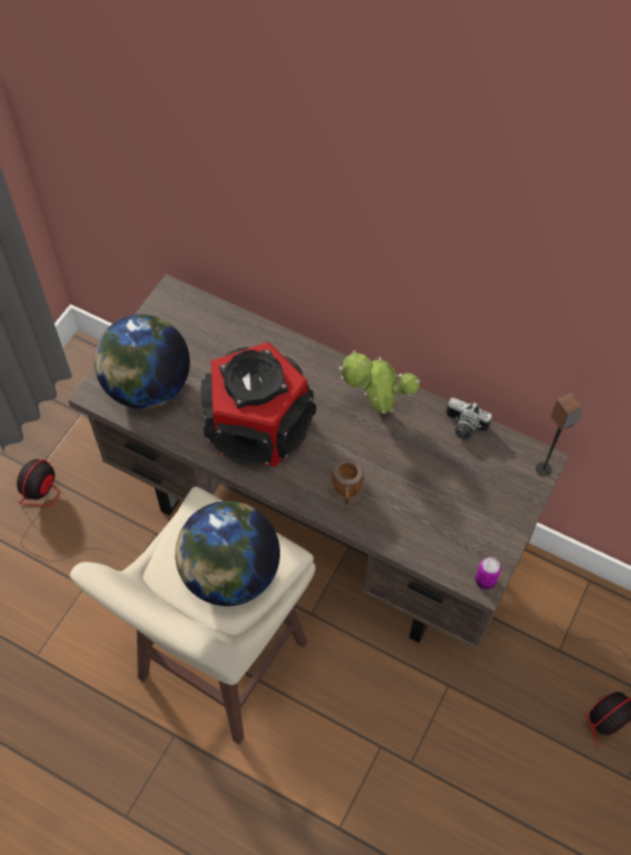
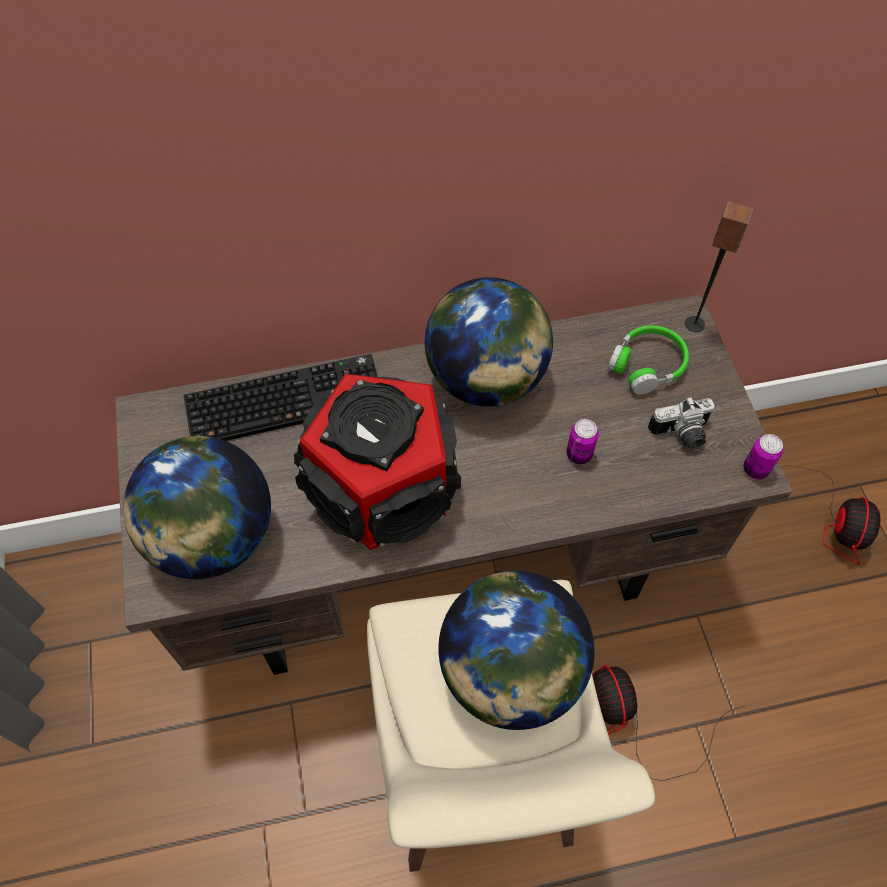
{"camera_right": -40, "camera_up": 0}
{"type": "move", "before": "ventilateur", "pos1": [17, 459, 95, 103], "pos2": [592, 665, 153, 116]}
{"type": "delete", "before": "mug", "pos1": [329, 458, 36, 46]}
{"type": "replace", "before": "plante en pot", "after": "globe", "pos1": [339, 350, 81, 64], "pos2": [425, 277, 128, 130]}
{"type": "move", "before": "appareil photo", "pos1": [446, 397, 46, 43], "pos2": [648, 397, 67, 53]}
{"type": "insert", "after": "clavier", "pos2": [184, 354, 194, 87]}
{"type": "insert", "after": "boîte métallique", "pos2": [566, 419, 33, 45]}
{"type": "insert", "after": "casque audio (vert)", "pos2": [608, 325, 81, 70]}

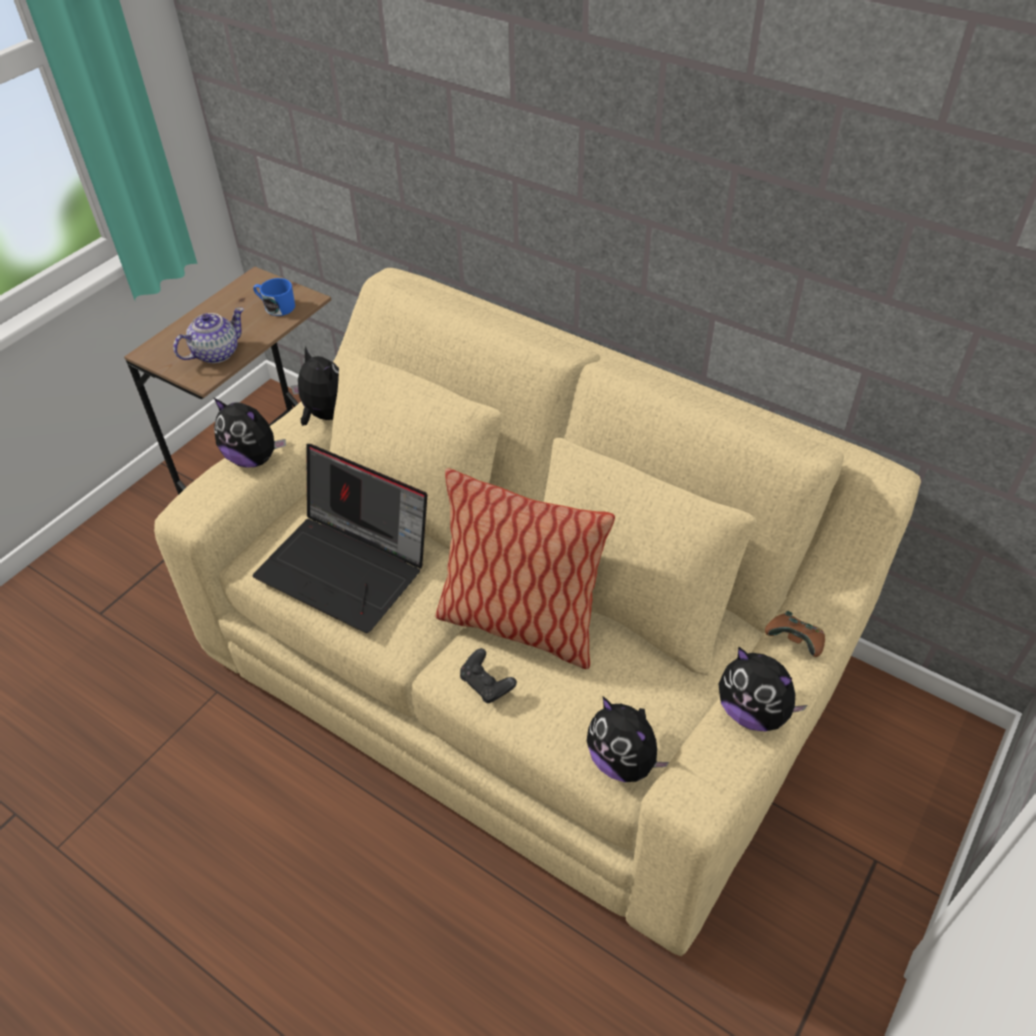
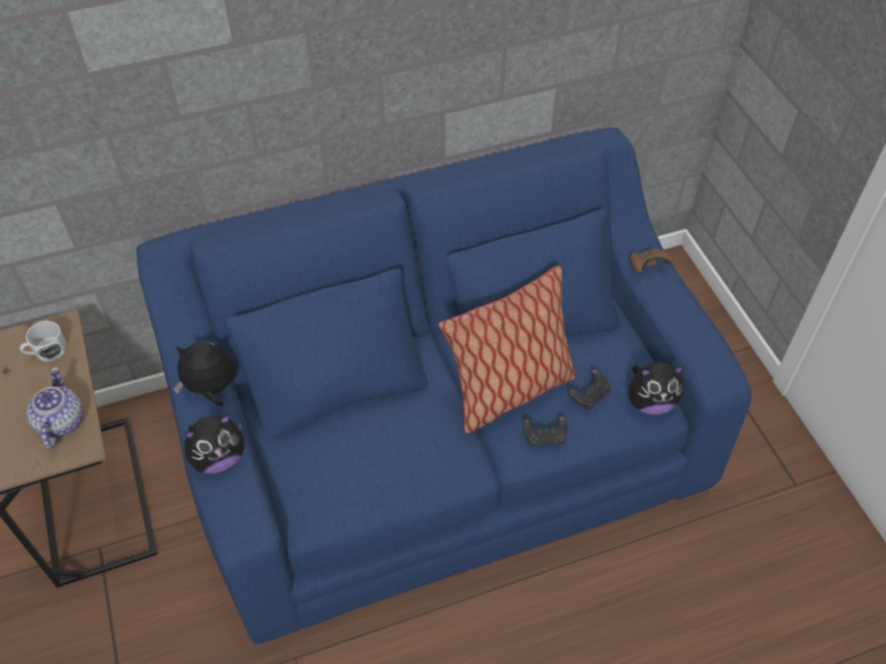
{"camera_right": -55, "camera_up": 5}
{"type": "recolor", "before": "canapé (beige)", "after": "canapé (bleu)", "pos1": [154, 268, 767, 688], "pos2": [136, 128, 616, 516]}
{"type": "recolor", "before": "mug (bleu)", "after": "mug (blanc)", "pos1": [253, 278, 42, 38], "pos2": [20, 321, 47, 40]}
{"type": "delete", "before": "ordinateur portable", "pos1": [253, 444, 174, 189]}
{"type": "delete", "before": "peluche", "pos1": [718, 647, 90, 84]}
{"type": "insert", "after": "manette (noir)", "pos2": [568, 369, 42, 40]}

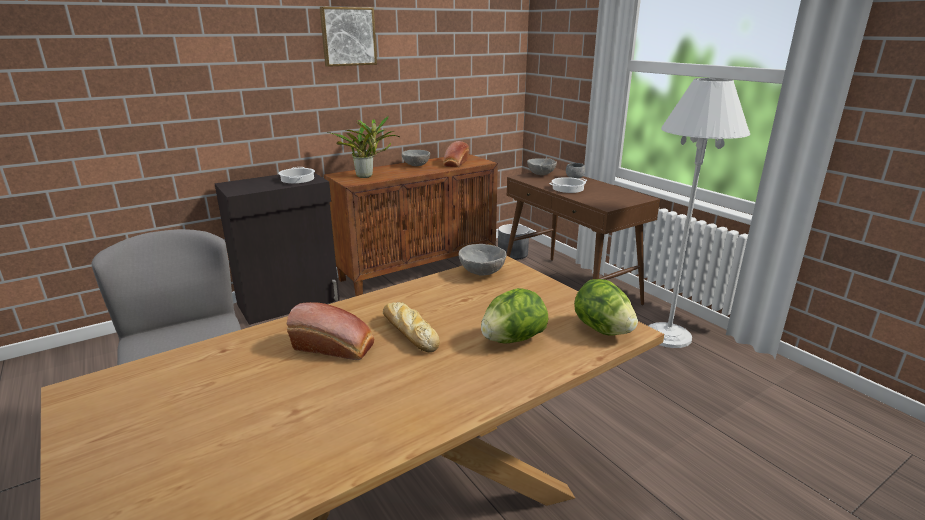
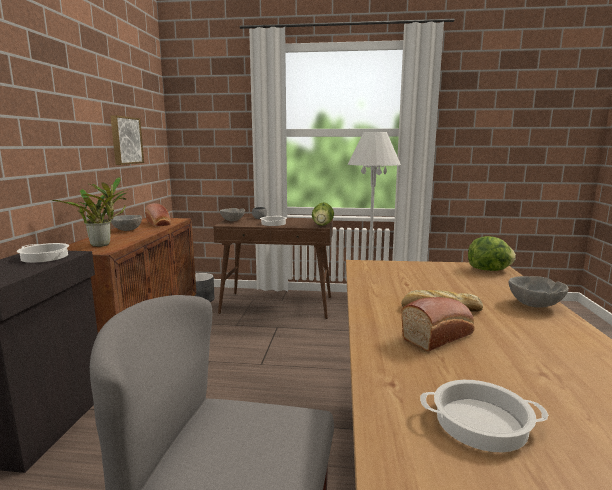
{"camera_right": -50, "camera_up": -10}
{"type": "move", "before": "tableau", "pos1": [320, 7, 57, 60], "pos2": [111, 115, 33, 50]}
{"type": "move", "before": "bol (gris)", "pos1": [459, 244, 48, 31], "pos2": [508, 276, 61, 32]}
{"type": "move", "before": "laitue", "pos1": [481, 288, 67, 55], "pos2": [312, 202, 22, 24]}
{"type": "insert", "after": "marmite", "pos2": [420, 380, 129, 72]}

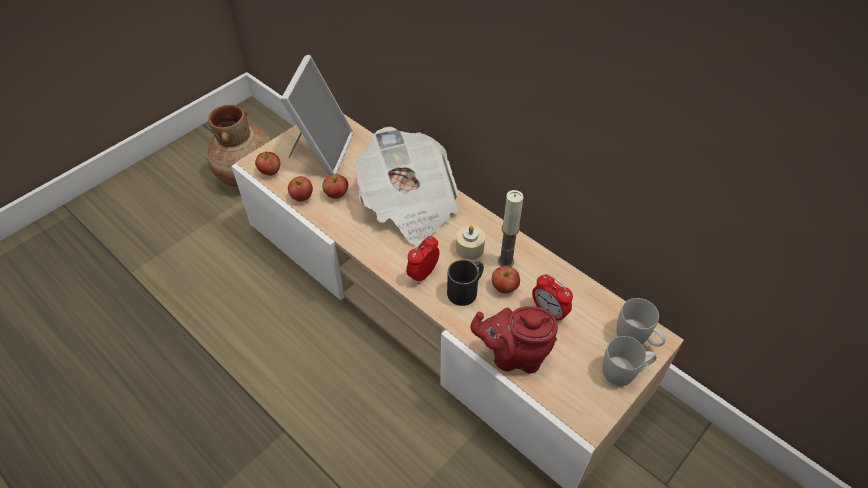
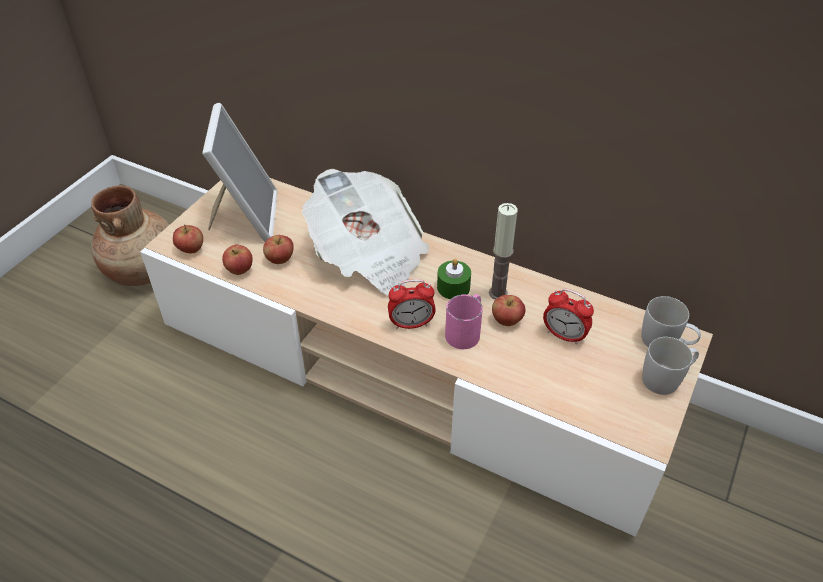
{"camera_right": -15, "camera_up": -5}
{"type": "rotate", "before": "réveil", "pos1": [406, 235, 33, 49], "pos2": [388, 279, 48, 50], "turn": -120}
{"type": "recolor", "before": "mug (noir)", "after": "mug (rose)", "pos1": [447, 260, 37, 46], "pos2": [445, 294, 38, 55]}
{"type": "recolor", "before": "bougie (beige)", "after": "bougie (vert)", "pos1": [456, 225, 29, 35], "pos2": [437, 258, 34, 41]}
{"type": "delete", "before": "théière (rouge)", "pos1": [470, 306, 88, 68]}

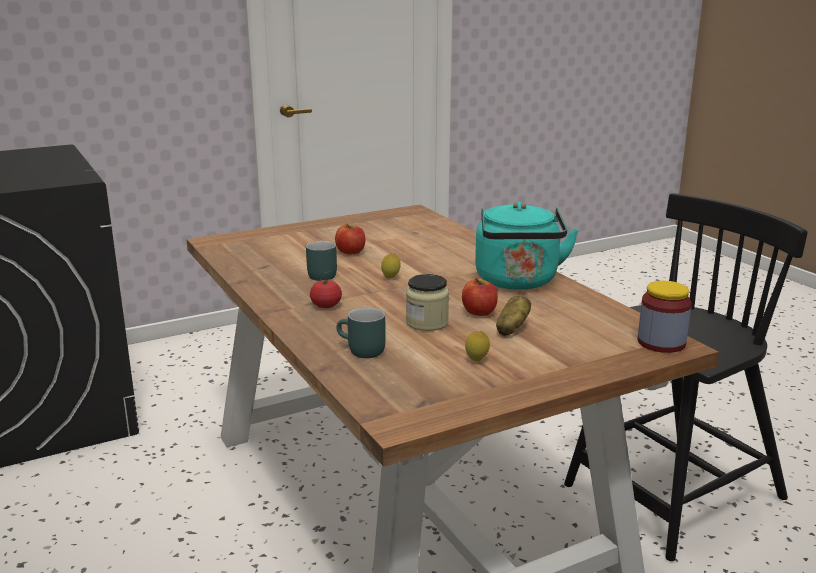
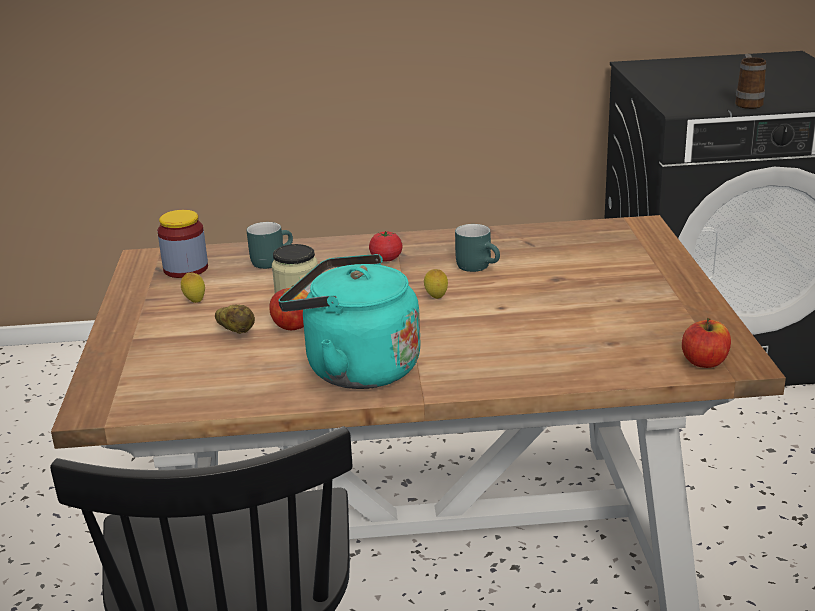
{"camera_right": 115, "camera_up": 5}
{"type": "move", "before": "pomme", "pos1": [335, 223, 30, 31], "pos2": [682, 318, 49, 50]}
{"type": "move", "before": "bocal", "pos1": [638, 281, 54, 72], "pos2": [157, 210, 51, 68]}
{"type": "insert", "after": "mug", "pos2": [735, 54, 31, 55]}

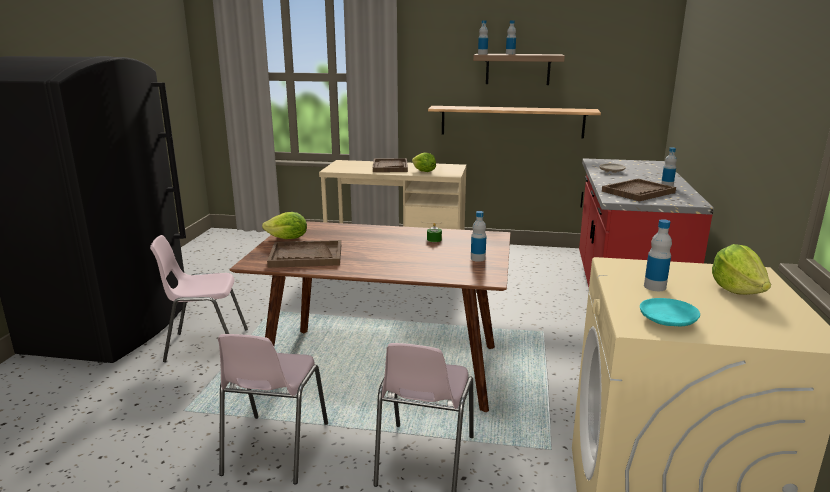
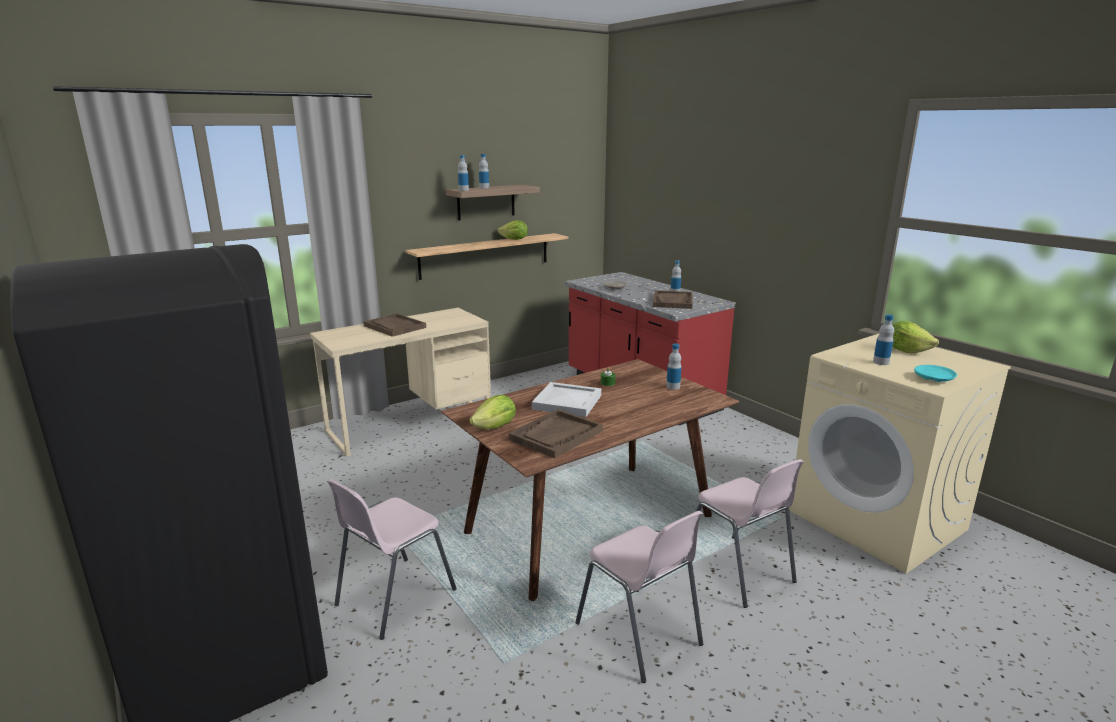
{"camera_right": -45, "camera_up": 0}
{"type": "move", "before": "laitue", "pos1": [412, 153, 24, 19], "pos2": [497, 220, 31, 20]}
{"type": "insert", "after": "plateau (blanc)", "pos2": [532, 382, 69, 35]}

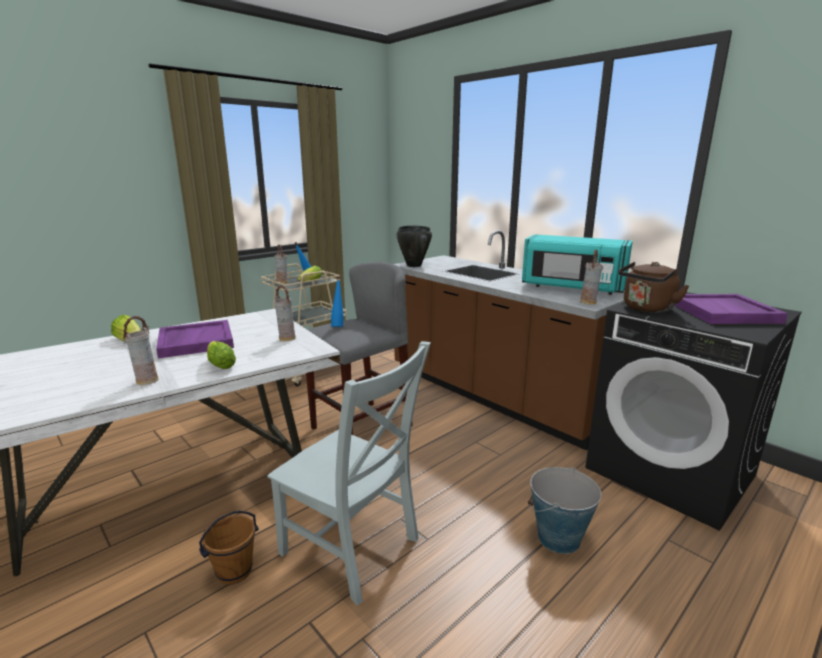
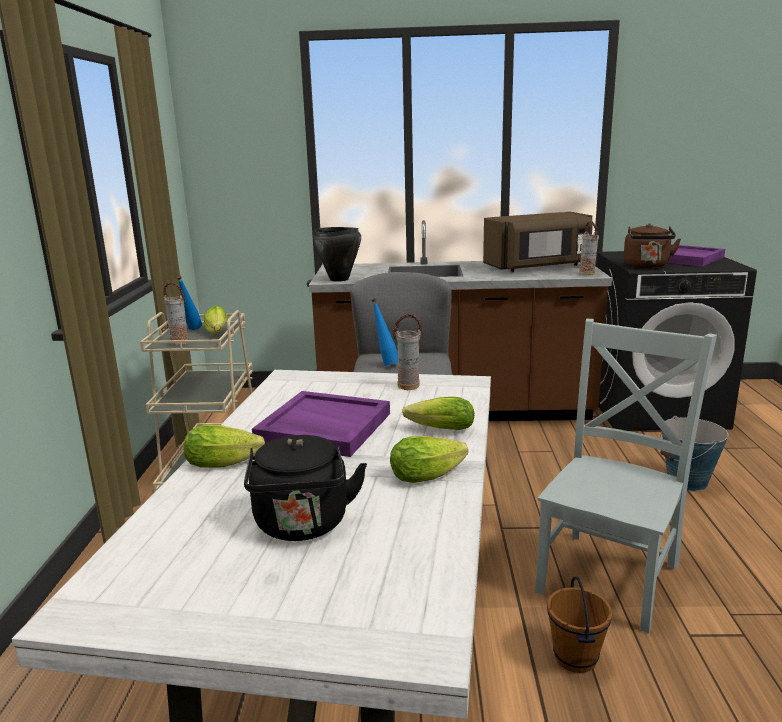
{"camera_right": -45, "camera_up": 0}
{"type": "replace", "before": "vase", "after": "laitue", "pos1": [123, 316, 36, 69], "pos2": [390, 436, 78, 47]}
{"type": "rotate", "before": "chaise (gris)", "pos1": [267, 341, 164, 264], "pos2": [535, 319, 182, 314], "turn": -45}
{"type": "recolor", "before": "micro-ondes (turquoise)", "after": "micro-ondes (marron)", "pos1": [522, 234, 111, 61], "pos2": [483, 212, 110, 60]}
{"type": "insert", "after": "bouilloire (noir)", "pos2": [244, 435, 123, 106]}

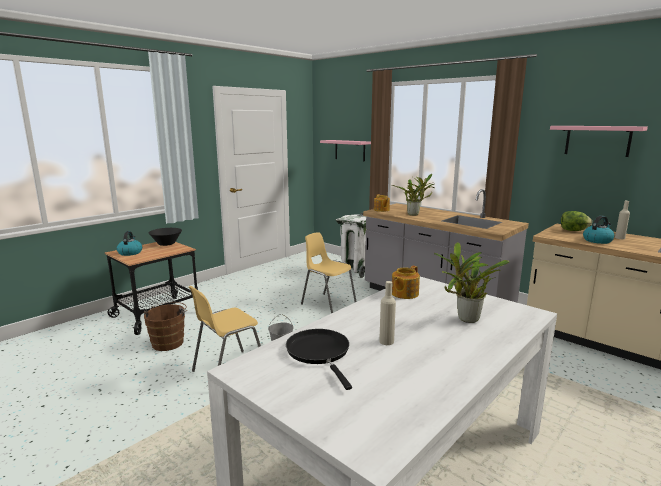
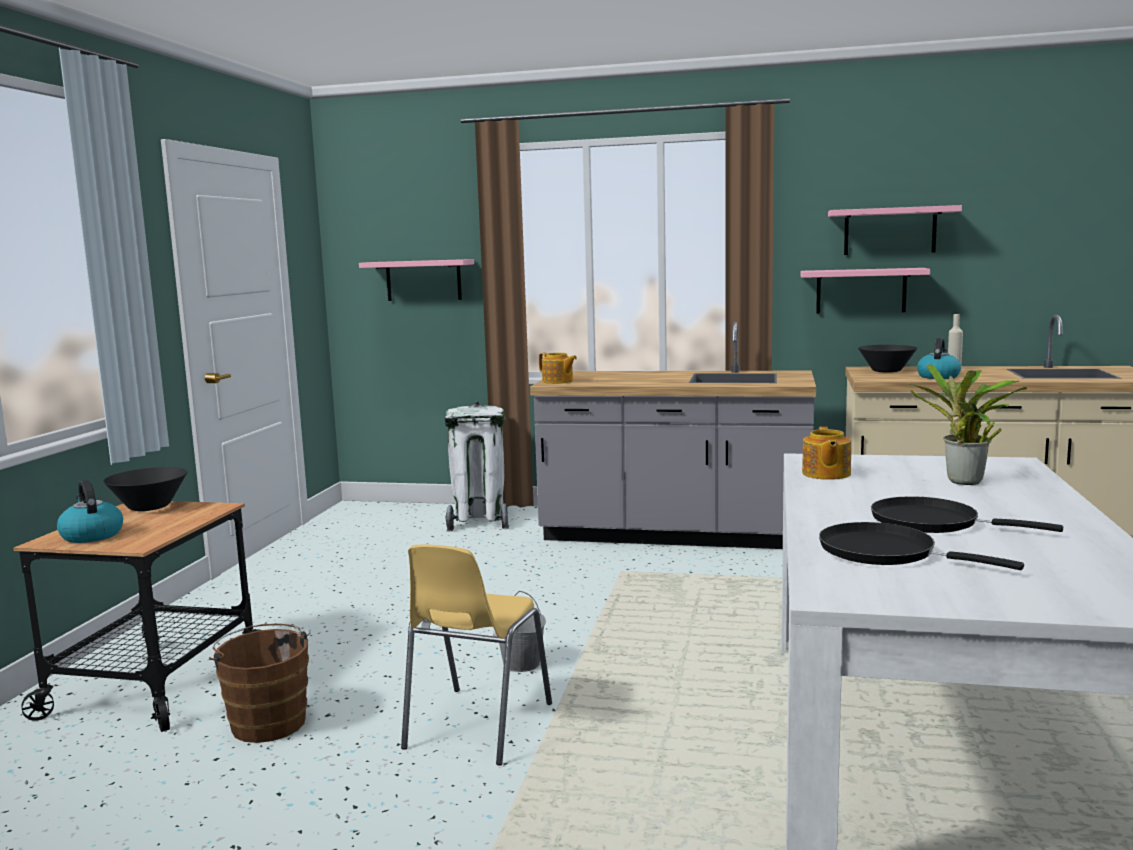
{"camera_right": -30, "camera_up": -5}
{"type": "delete", "before": "chaise (jaune)", "pos1": [301, 232, 56, 82]}
{"type": "replace", "before": "bouteille (beige)", "after": "poêle (noir)", "pos1": [379, 281, 17, 64], "pos2": [871, 496, 192, 37]}
{"type": "delete", "before": "plante en pot", "pos1": [391, 174, 44, 42]}
{"type": "replace", "before": "laitue", "after": "bol (noir)", "pos1": [561, 211, 31, 20], "pos2": [858, 345, 59, 27]}
{"type": "insert", "after": "étagère (rose)", "pos2": [800, 268, 130, 46]}

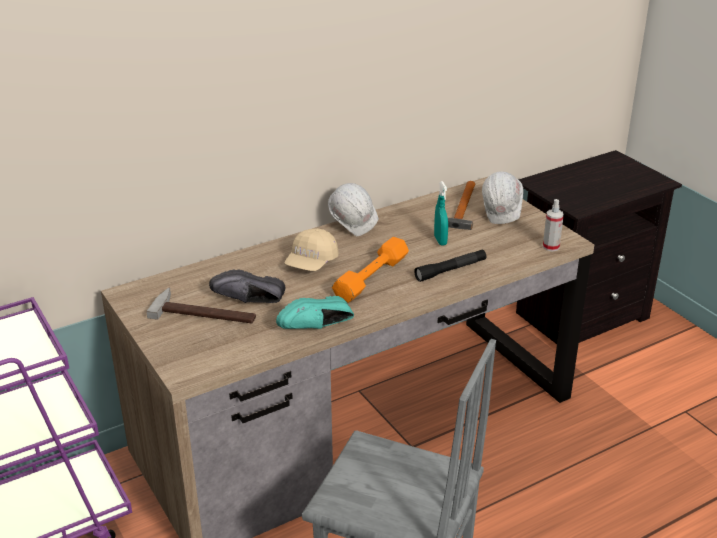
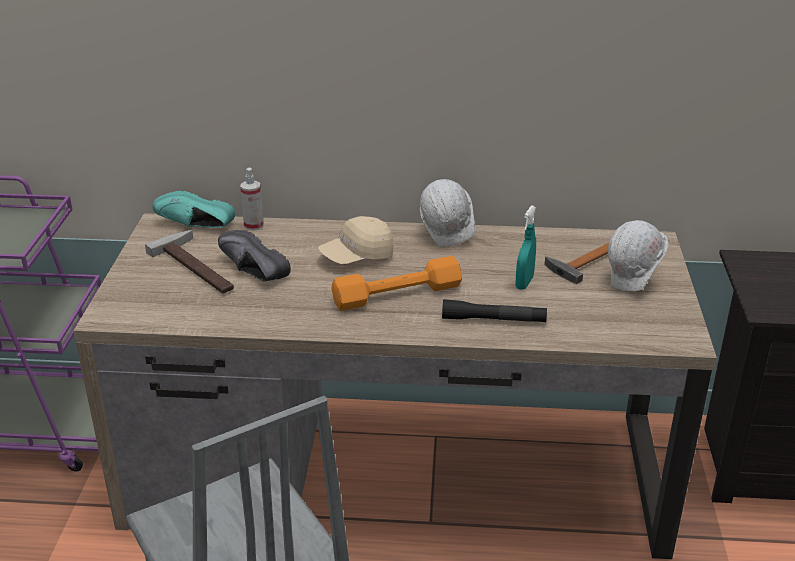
{"camera_right": 35, "camera_up": 0}
{"type": "move", "before": "chaussure (turquoise)", "pos1": [276, 296, 78, 33], "pos2": [152, 191, 83, 37]}
{"type": "move", "before": "vaporisateur", "pos1": [543, 199, 21, 52], "pos2": [240, 168, 24, 63]}

